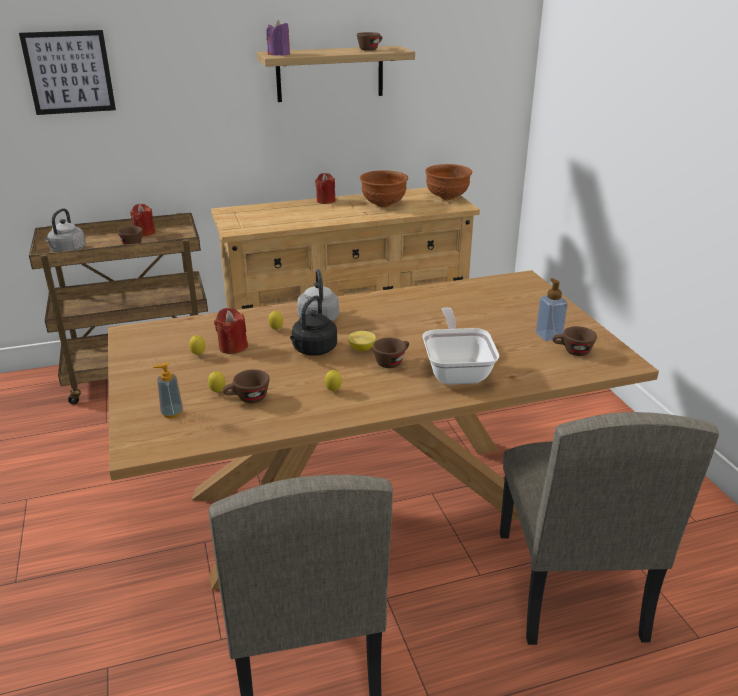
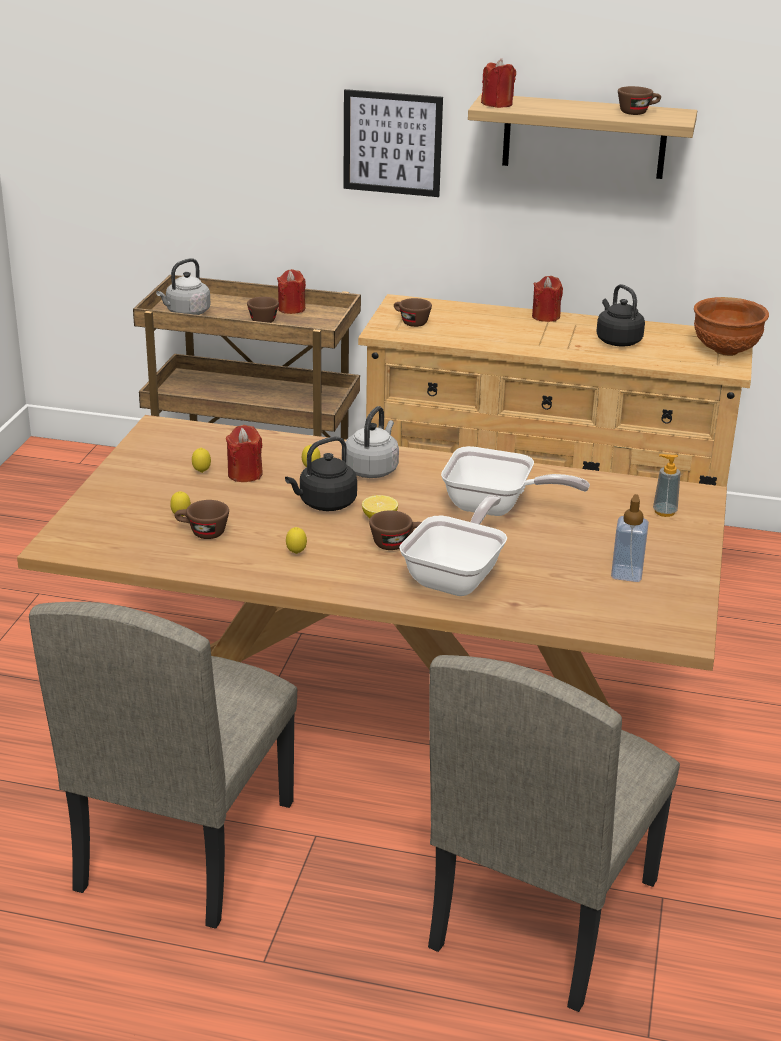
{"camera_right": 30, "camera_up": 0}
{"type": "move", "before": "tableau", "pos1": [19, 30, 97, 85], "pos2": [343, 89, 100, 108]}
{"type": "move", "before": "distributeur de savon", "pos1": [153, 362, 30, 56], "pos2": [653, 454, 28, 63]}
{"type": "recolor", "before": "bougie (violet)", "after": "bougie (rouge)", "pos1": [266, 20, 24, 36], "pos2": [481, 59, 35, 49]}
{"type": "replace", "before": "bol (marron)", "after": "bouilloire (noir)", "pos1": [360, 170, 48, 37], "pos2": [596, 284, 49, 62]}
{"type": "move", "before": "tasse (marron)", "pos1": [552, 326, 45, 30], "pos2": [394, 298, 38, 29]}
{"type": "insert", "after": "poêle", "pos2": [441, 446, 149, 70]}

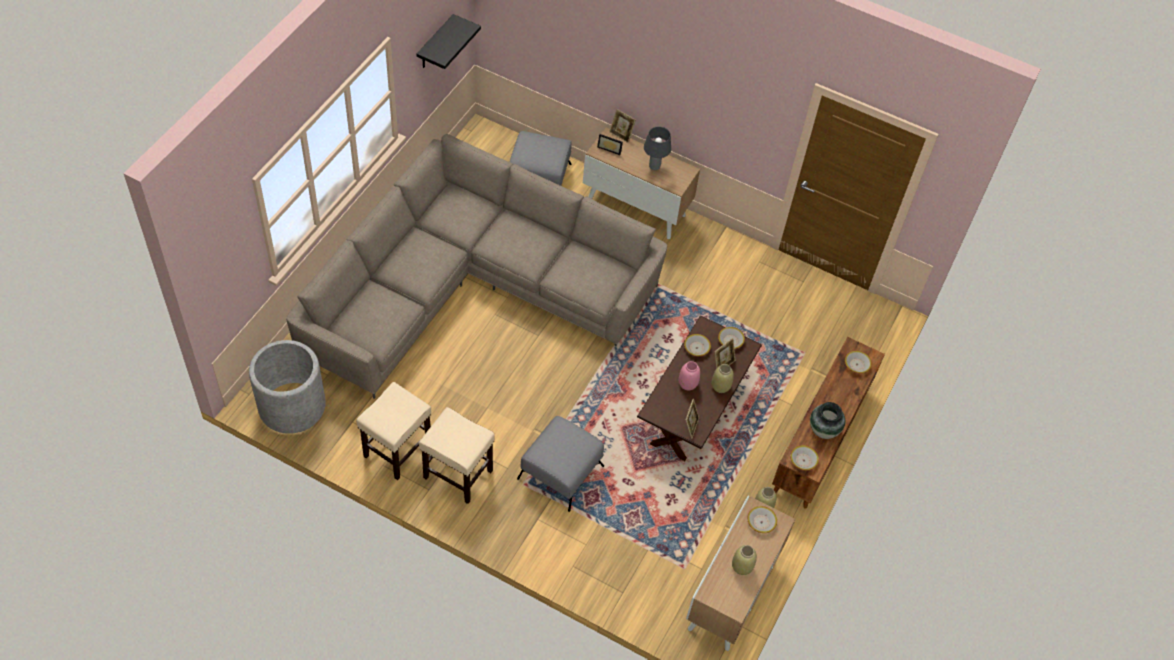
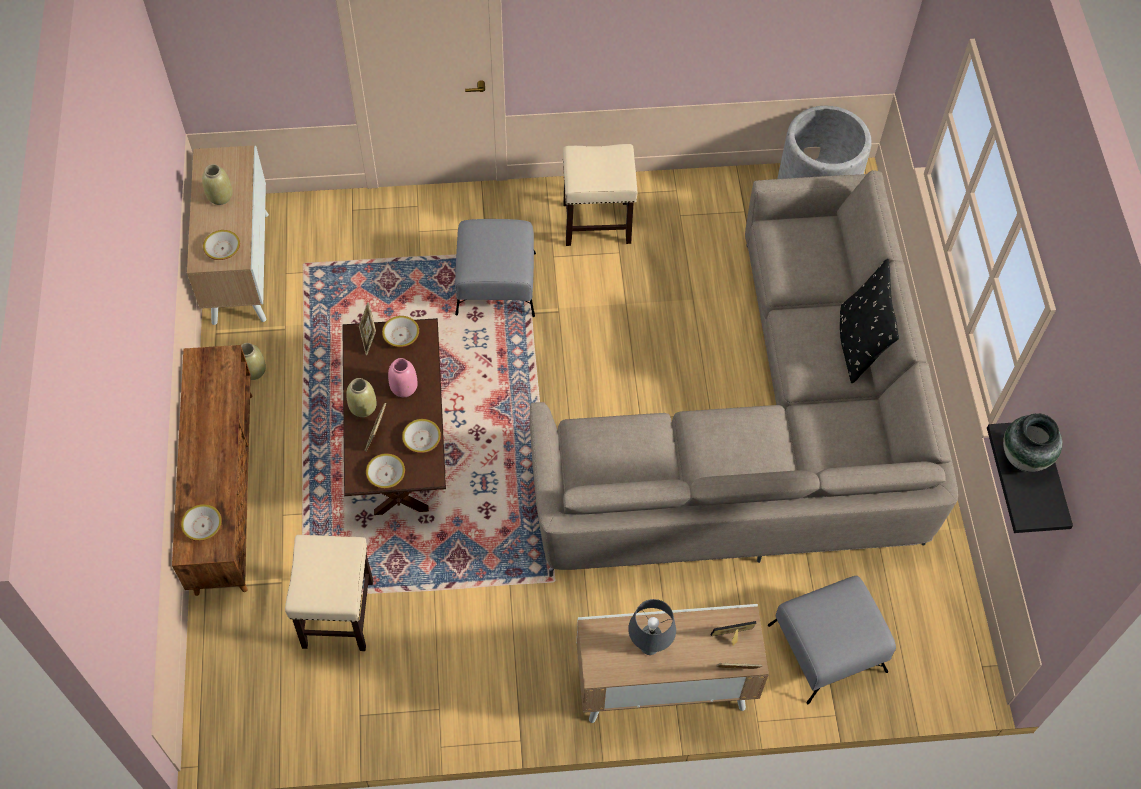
{"camera_right": 150, "camera_up": 5}
{"type": "move", "before": "tabouret (beige)", "pos1": [356, 382, 75, 98], "pos2": [285, 535, 88, 116]}
{"type": "move", "before": "bol", "pos1": [790, 445, 29, 26], "pos2": [382, 316, 37, 31]}
{"type": "move", "before": "vase", "pos1": [810, 402, 35, 37], "pos2": [1003, 413, 59, 59]}
{"type": "insert", "after": "coussin (noir)", "pos2": [840, 259, 59, 124]}

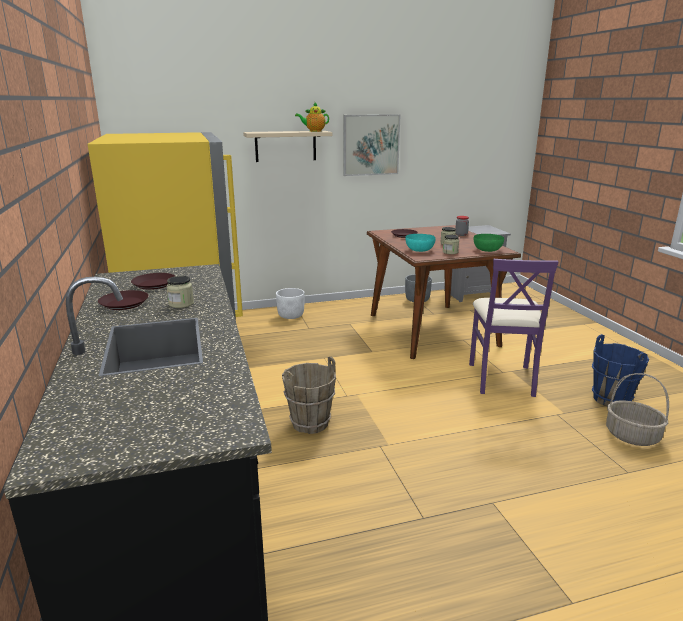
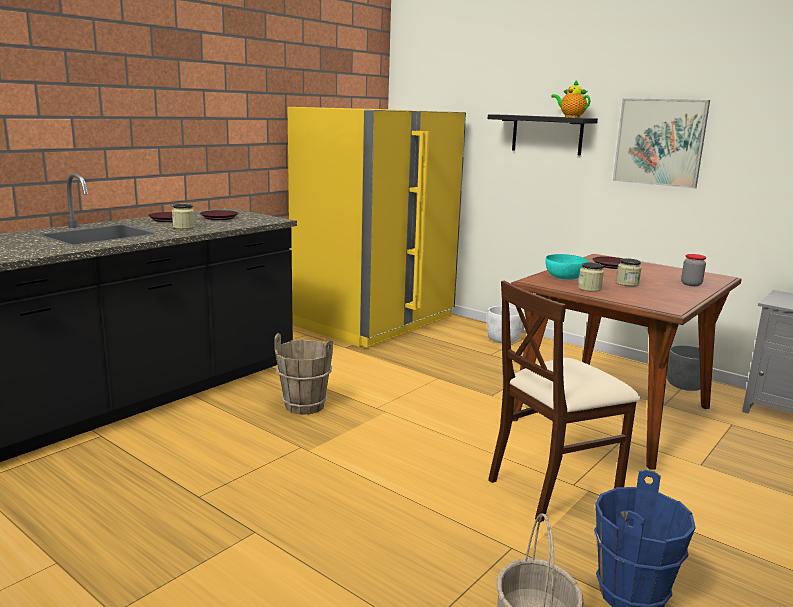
{"camera_right": 55, "camera_up": -5}
{"type": "recolor", "before": "étagère (beige)", "after": "étagère (noir)", "pos1": [243, 131, 89, 31], "pos2": [488, 114, 110, 42]}
{"type": "recolor", "before": "chaise (violet)", "after": "chaise (beige)", "pos1": [469, 259, 90, 138], "pos2": [488, 281, 152, 241]}
{"type": "delete", "before": "bol (vert)", "pos1": [474, 234, 30, 18]}

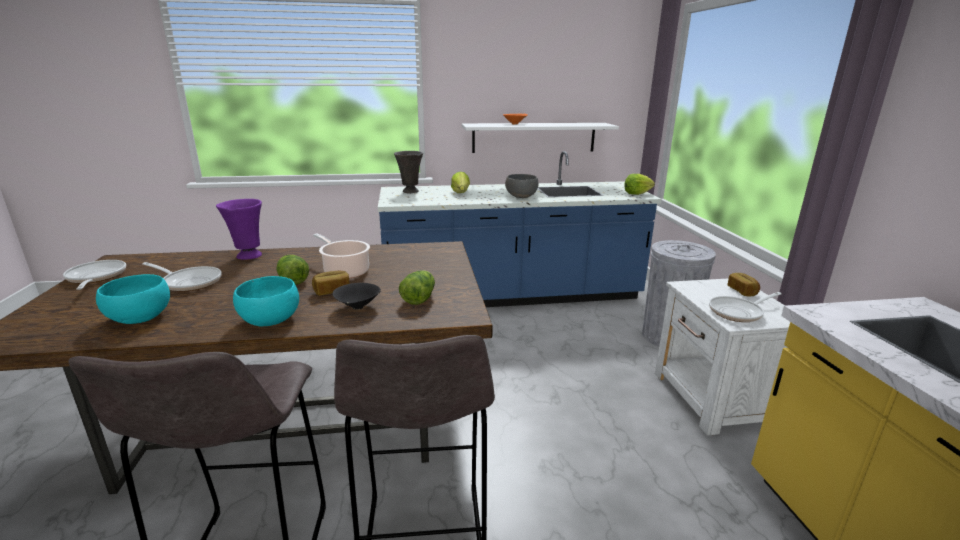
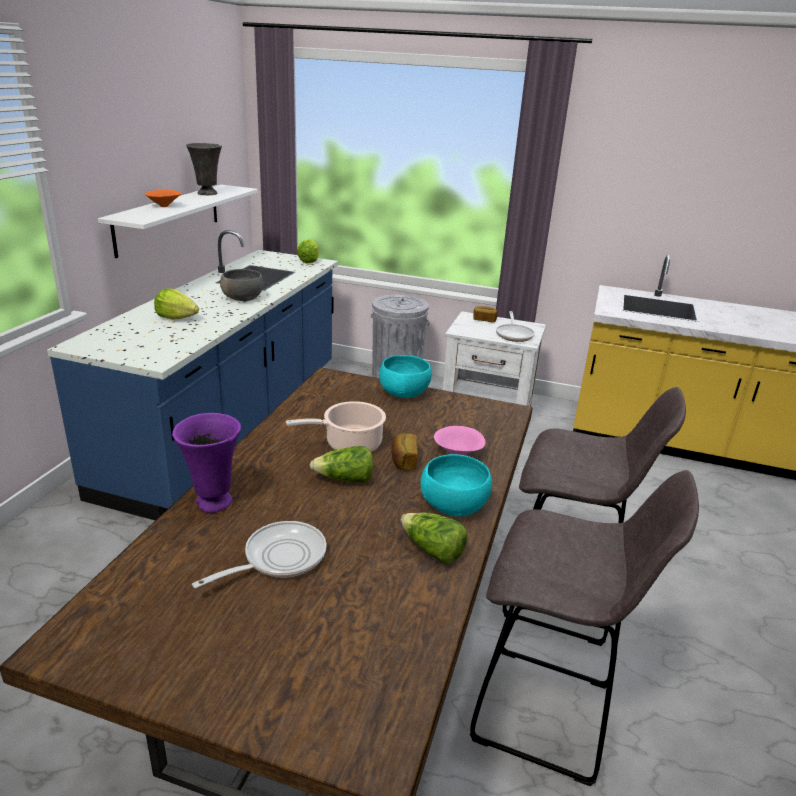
{"camera_right": -65, "camera_up": 5}
{"type": "delete", "before": "poêle", "pos1": [63, 260, 63, 30]}
{"type": "move", "before": "bol (turquoise)", "pos1": [96, 274, 74, 50], "pos2": [379, 355, 53, 43]}
{"type": "recolor", "before": "bol (noir)", "after": "bol (rose)", "pos1": [332, 283, 49, 27], "pos2": [434, 426, 52, 29]}
{"type": "move", "before": "vase (gris)", "pos1": [394, 151, 29, 42], "pos2": [186, 143, 36, 52]}
{"type": "move", "before": "laitue", "pos1": [399, 270, 36, 35], "pos2": [400, 513, 68, 51]}

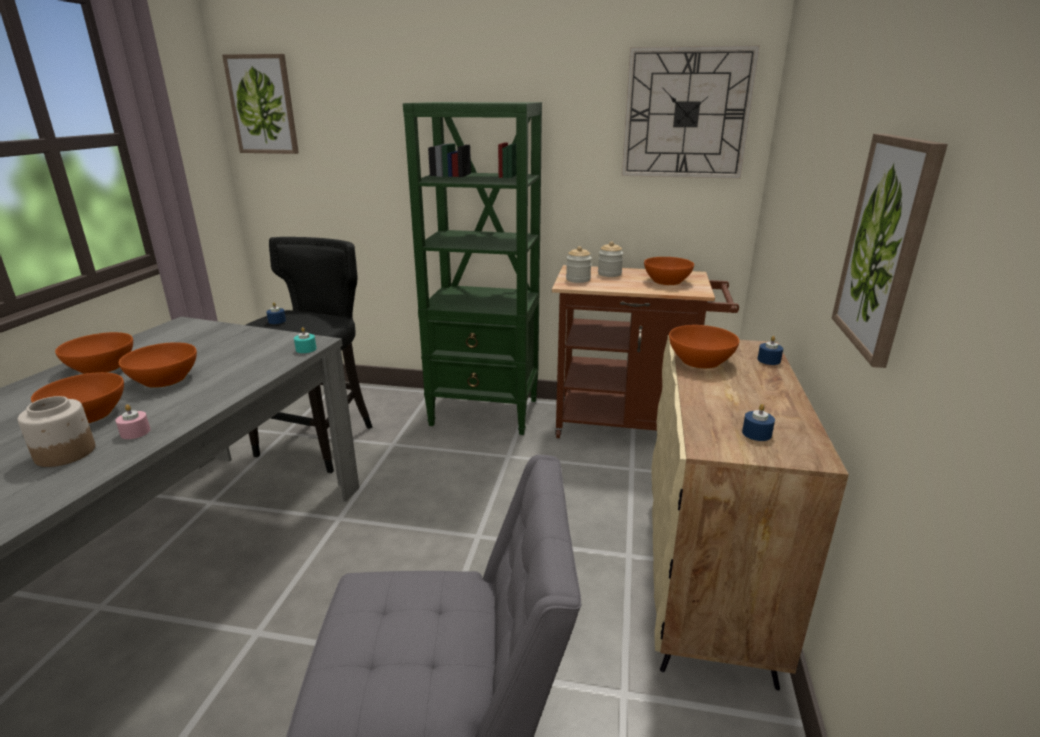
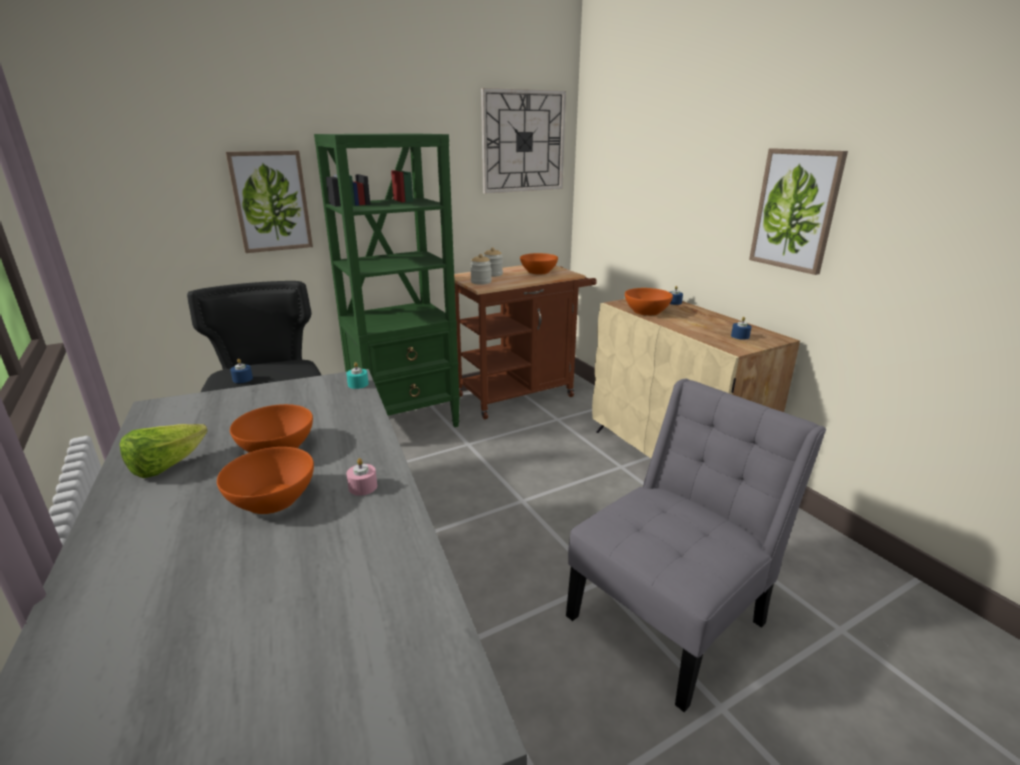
{"camera_right": -40, "camera_up": 0}
{"type": "delete", "before": "bocal", "pos1": [17, 396, 78, 71]}
{"type": "replace", "before": "bol (orange)", "after": "laitue", "pos1": [55, 332, 78, 42], "pos2": [120, 424, 88, 54]}
{"type": "move", "before": "tableau", "pos1": [222, 54, 77, 100], "pos2": [226, 151, 87, 102]}

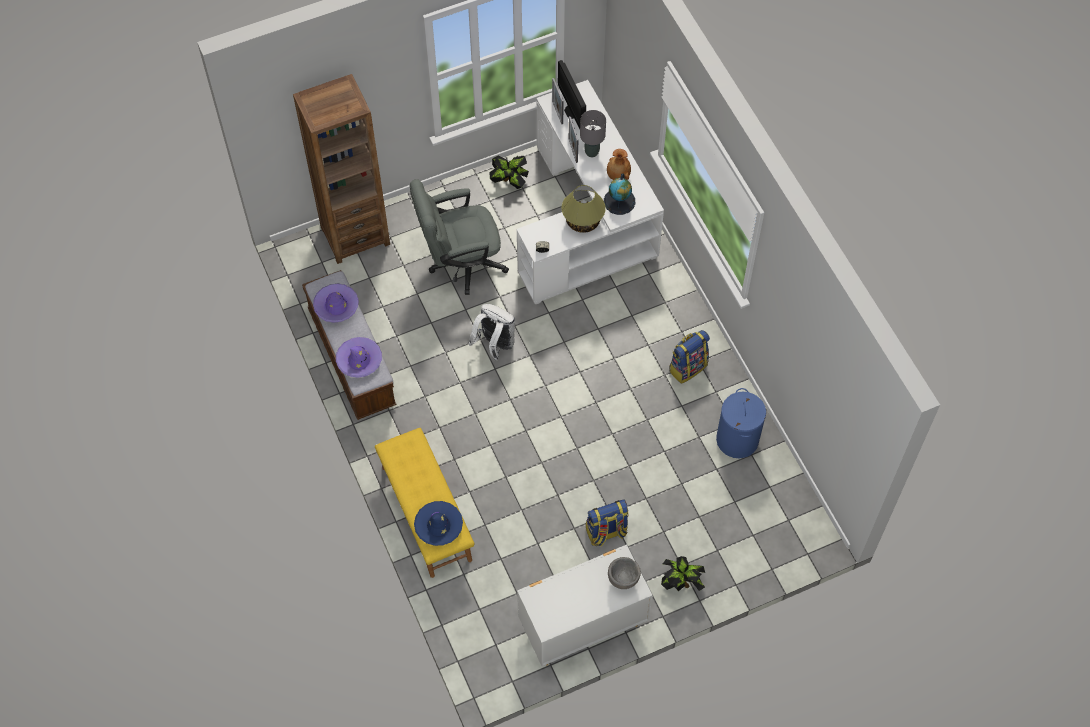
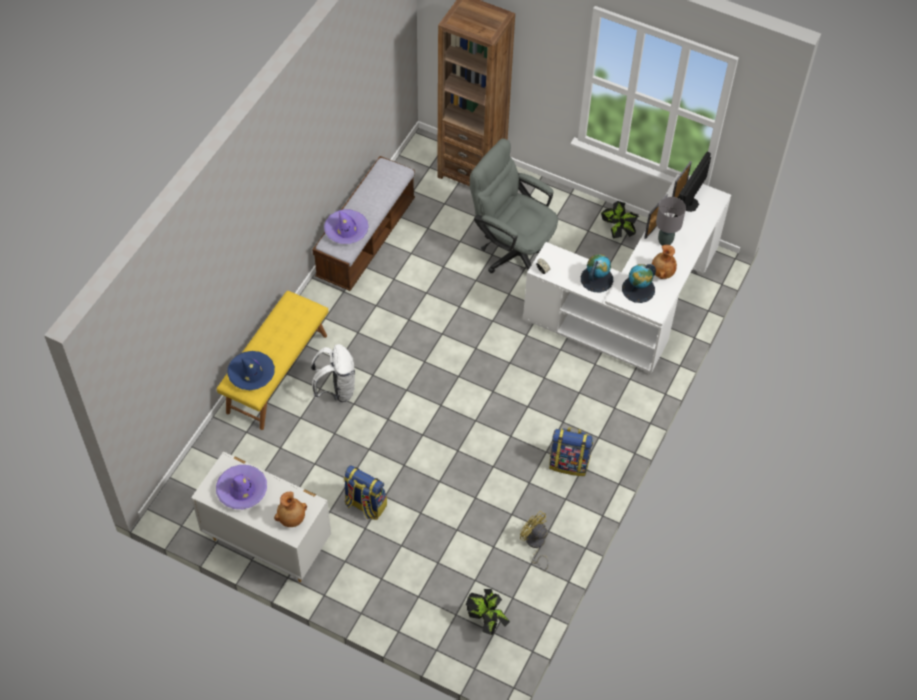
{"camera_right": 50, "camera_up": -5}
{"type": "move", "before": "chapeau (violet)", "pos1": [313, 284, 46, 39], "pos2": [216, 465, 51, 44]}
{"type": "move", "before": "sac à dos (blanc)", "pos1": [468, 304, 47, 57], "pos2": [311, 344, 44, 58]}
{"type": "replace", "before": "lampe de table", "after": "globe", "pos1": [562, 185, 44, 48], "pos2": [581, 254, 32, 38]}
{"type": "replace", "before": "bol (gris)", "after": "vase (marron)", "pos1": [608, 557, 33, 32], "pos2": [274, 492, 33, 35]}
{"type": "move", "before": "plante en pot", "pos1": [661, 556, 44, 35], "pos2": [466, 589, 44, 46]}
{"type": "replace", "before": "panier à linge (bleu)", "after": "ventilateur (jaune)", "pos1": [716, 388, 50, 70], "pos2": [520, 511, 29, 60]}

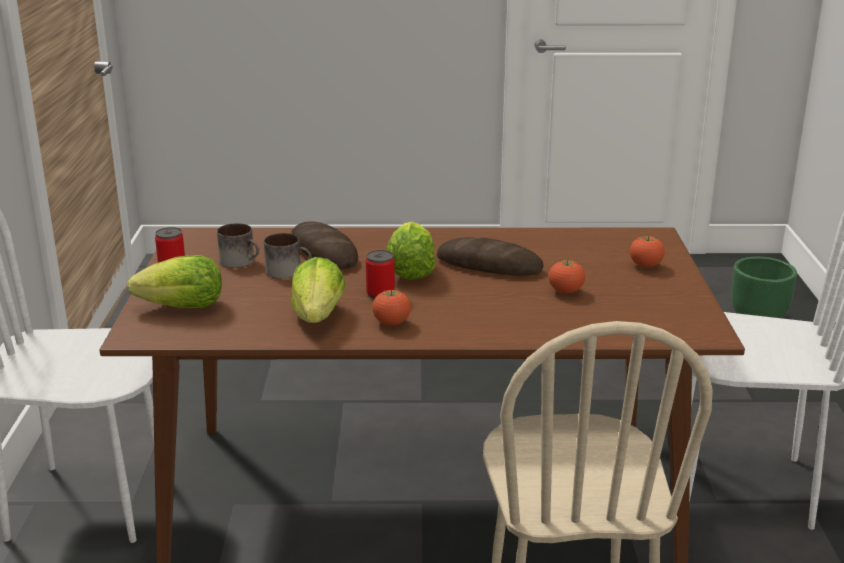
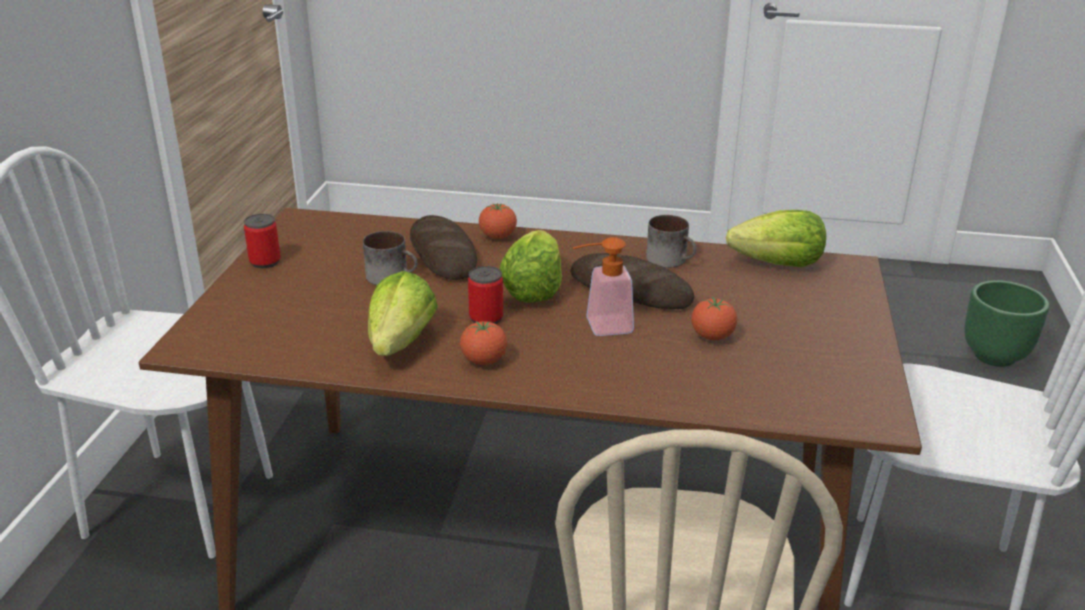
{"camera_right": 10, "camera_up": 5}
{"type": "move", "before": "laitue", "pos1": [128, 255, 94, 53], "pos2": [726, 210, 100, 57]}
{"type": "move", "before": "mug", "pos1": [217, 223, 42, 45], "pos2": [646, 215, 51, 53]}
{"type": "move", "before": "tomate", "pos1": [630, 235, 35, 32], "pos2": [479, 203, 38, 36]}
{"type": "insert", "after": "distributeur de savon", "pos2": [573, 237, 61, 99]}

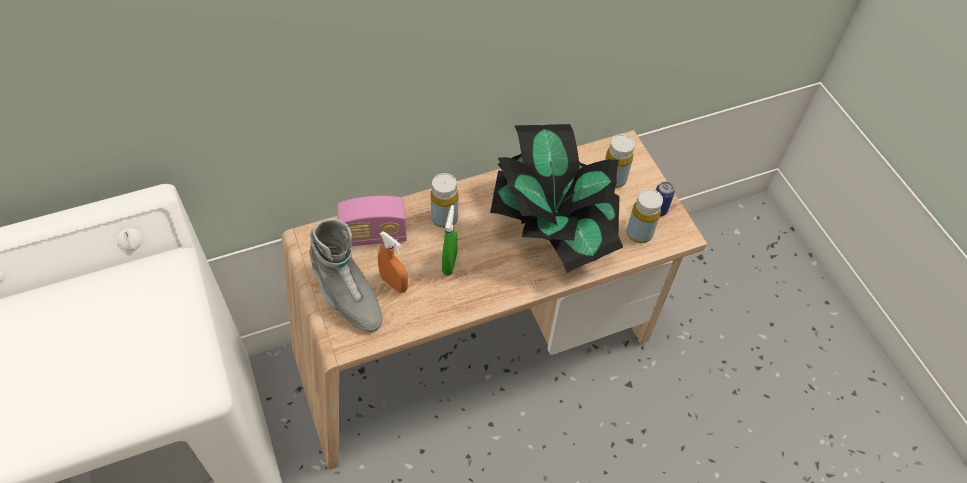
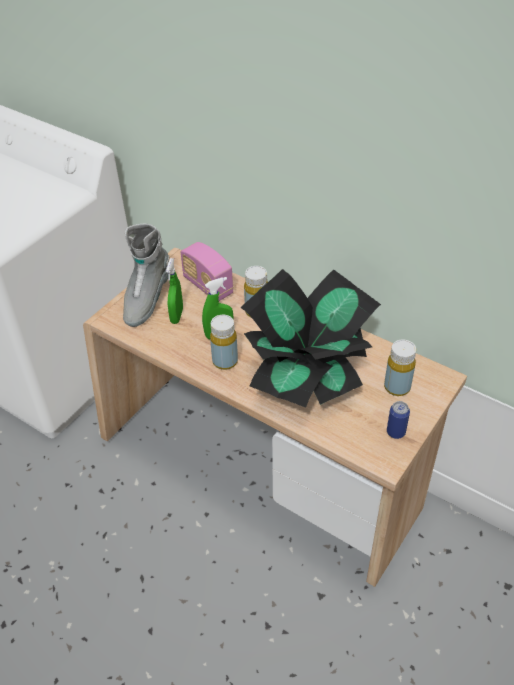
{"camera_right": 60, "camera_up": -10}
{"type": "recolor", "before": "vaporisateur (orange)", "after": "vaporisateur (vert)", "pos1": [378, 231, 30, 62], "pos2": [166, 258, 17, 66]}
{"type": "move", "before": "bouteille (jaune)", "pos1": [626, 189, 37, 54], "pos2": [210, 315, 28, 55]}

